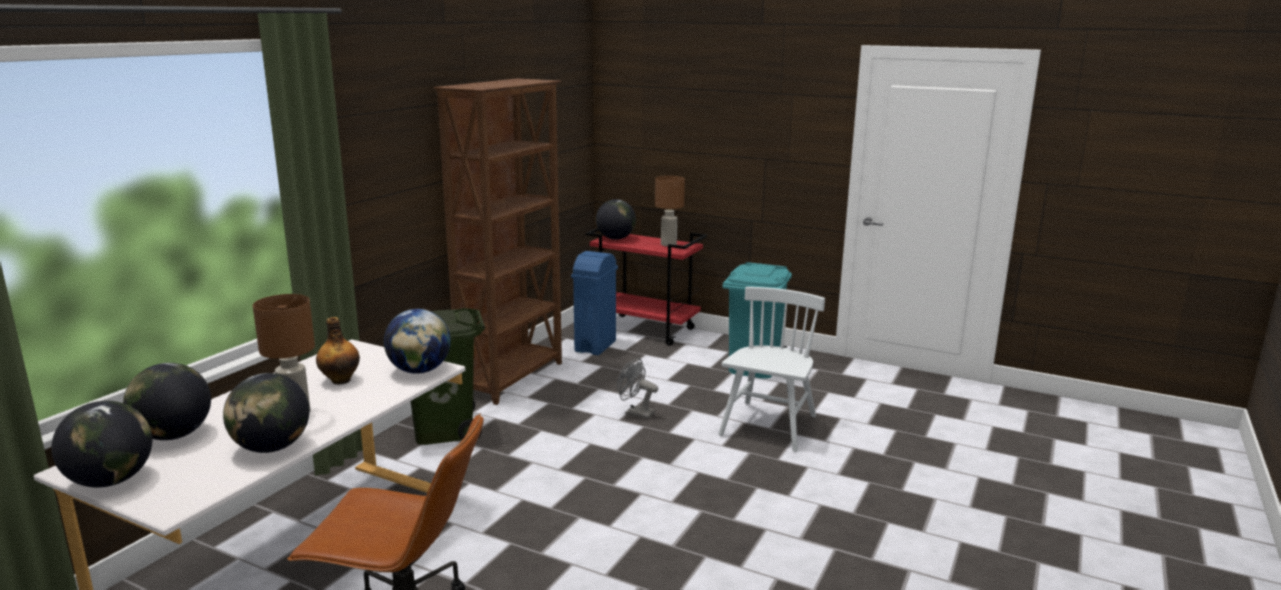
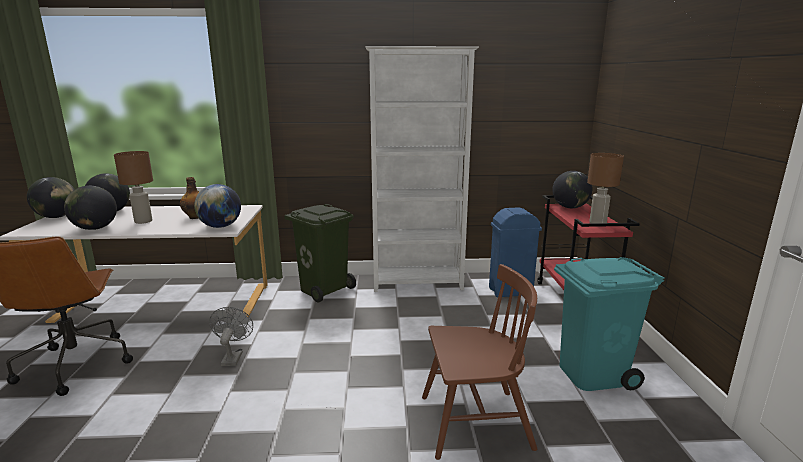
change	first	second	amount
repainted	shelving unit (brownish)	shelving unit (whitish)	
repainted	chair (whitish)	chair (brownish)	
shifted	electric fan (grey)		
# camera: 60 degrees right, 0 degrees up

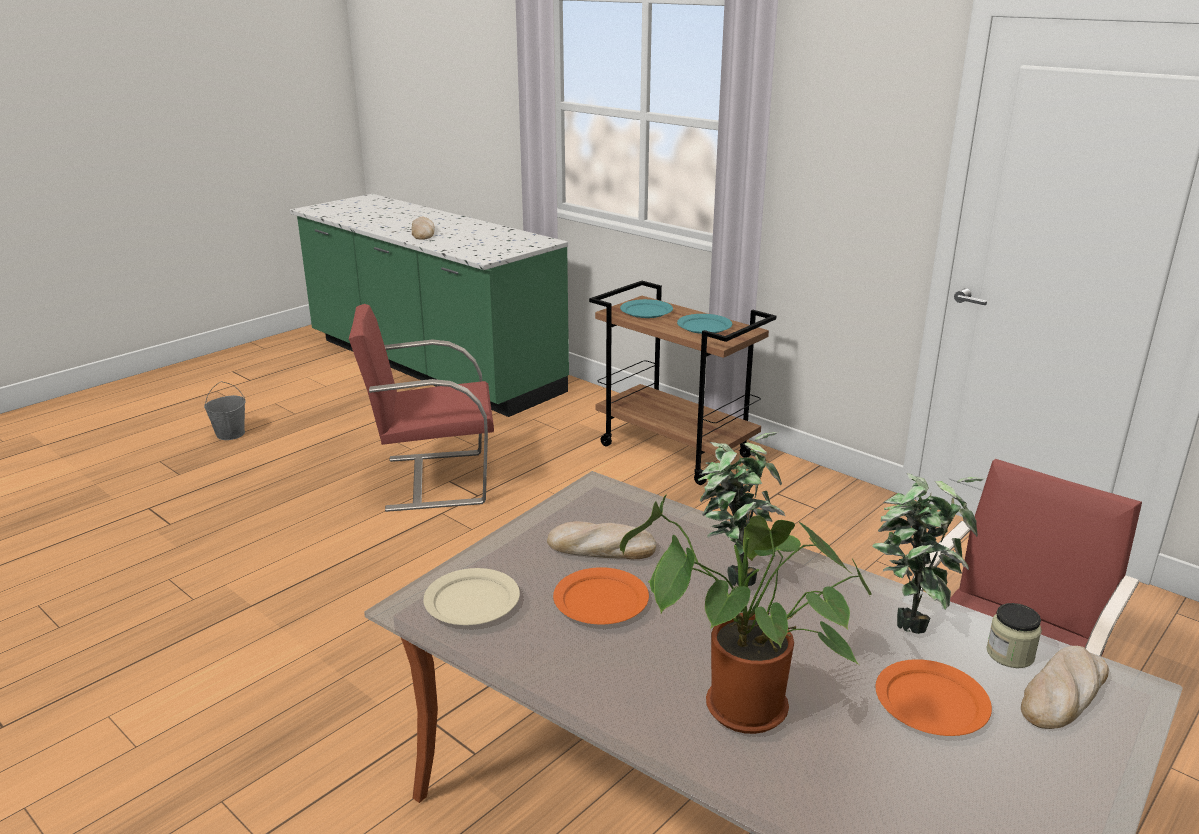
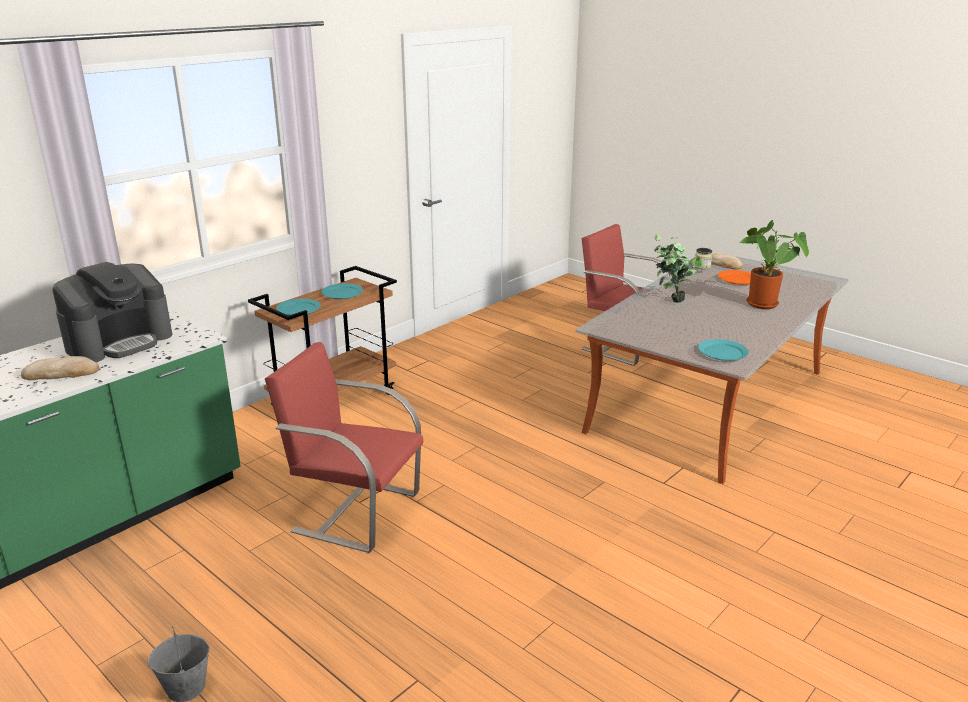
change	first	second	amount
rotated	chair (reddish) (no. 1 from left)		120 degrees clockwise
gone	plant in a pot (no. 3 from left)		
gone	bread (no. 2 from left)		
gone	flat dish (orange) (no. 1 from left)		
repainted	flat dish (sand-coloured)	flat dish (turquoise) (no. 3 from left)	
new		coffee machine	
# camera: 90 degrees left, 0 degrees up

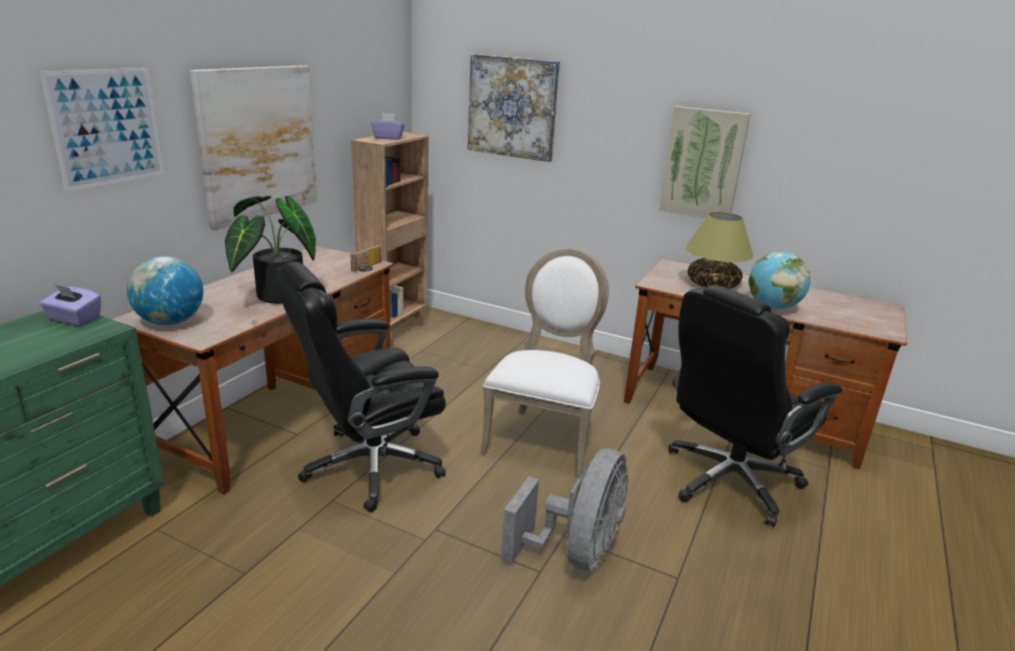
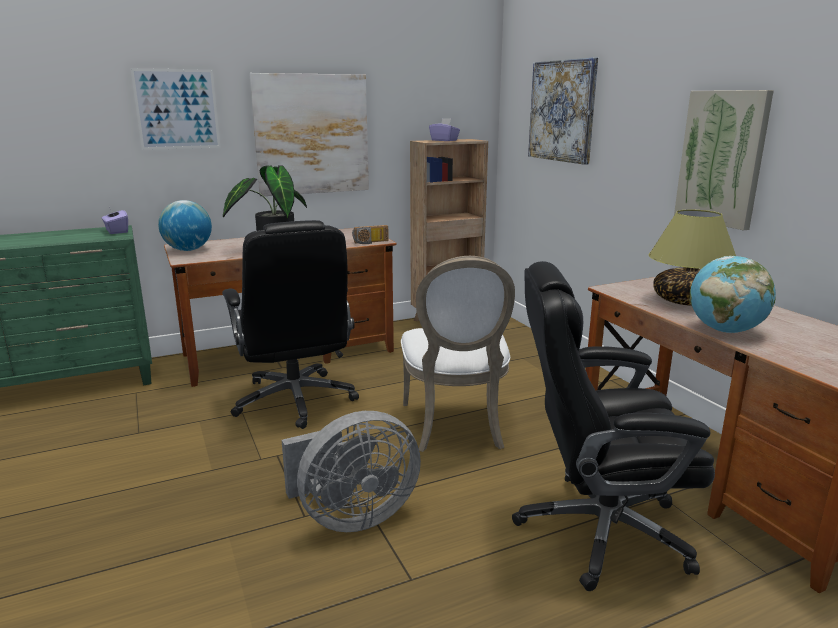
change	first	second	amount
rotated	chair (whitish)		120 degrees clockwise
rotated	computer chair (blackish) (no. 1 from left)		120 degrees counterclockwise
# camera: 40 degrees right, 5 degrees down

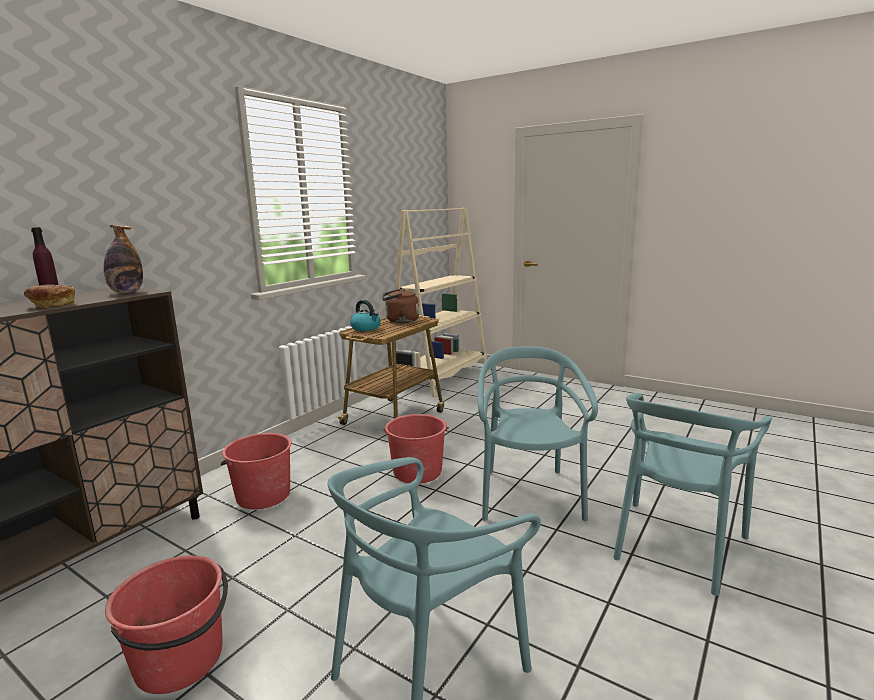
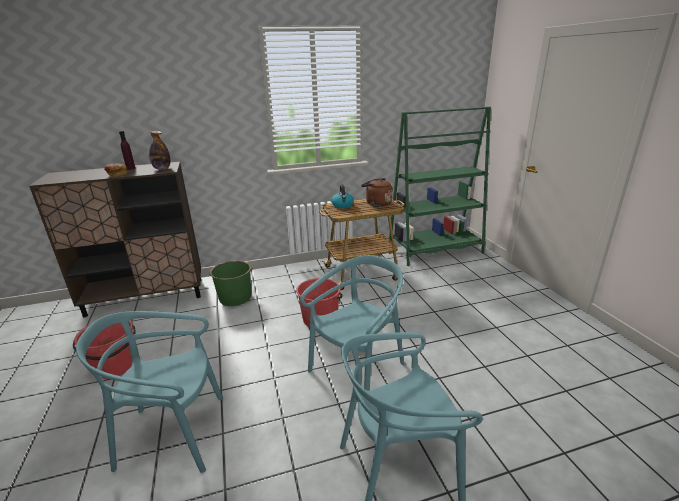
change	first	second	amount
repainted	shelving unit (sand-coloured)	shelving unit (green-coloured)	
repainted	bucket (reddish) (no. 2 from left)	bucket (green-coloured)	
# camera: 40 degrees right, 10 degrees up

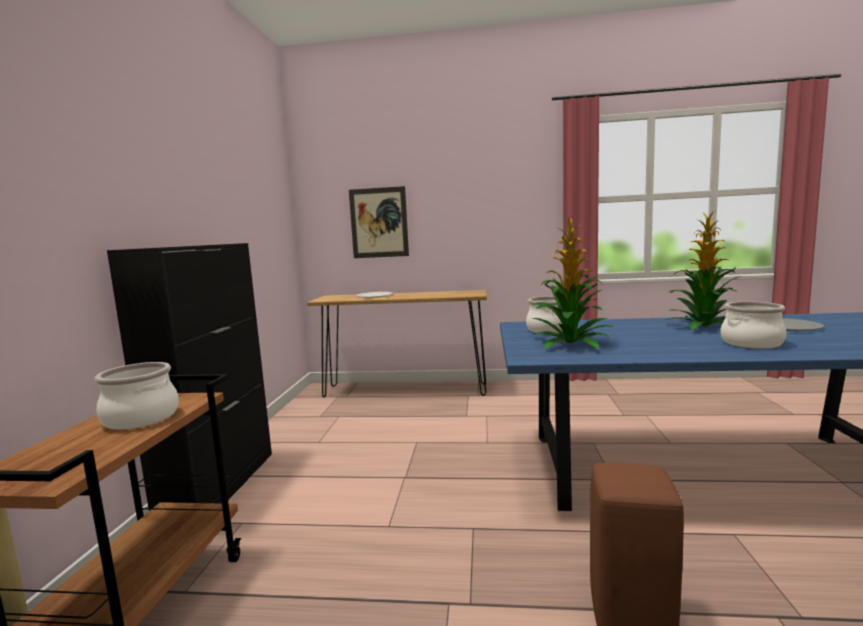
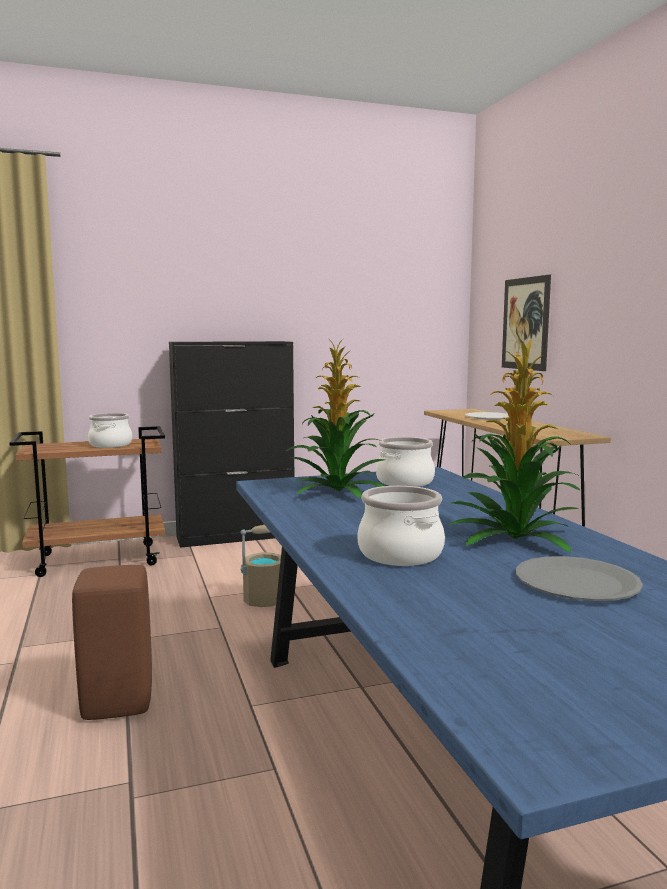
change	first	second	amount
new		bucket (sand-coloured)	
# camera: 65 degrees right, 0 degrees up

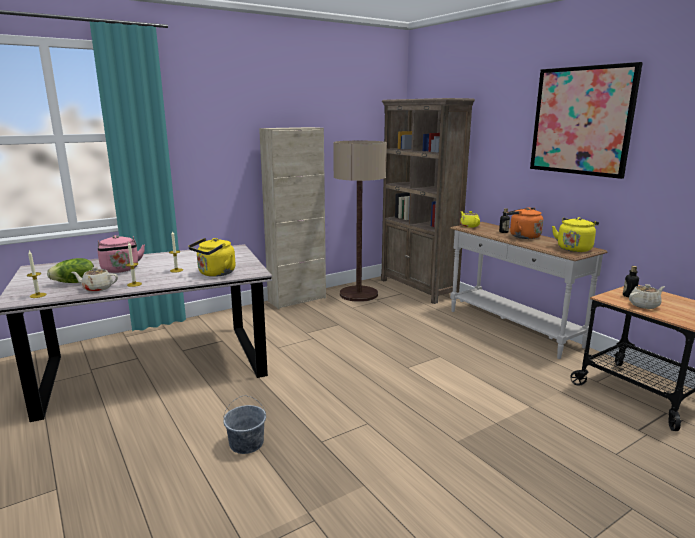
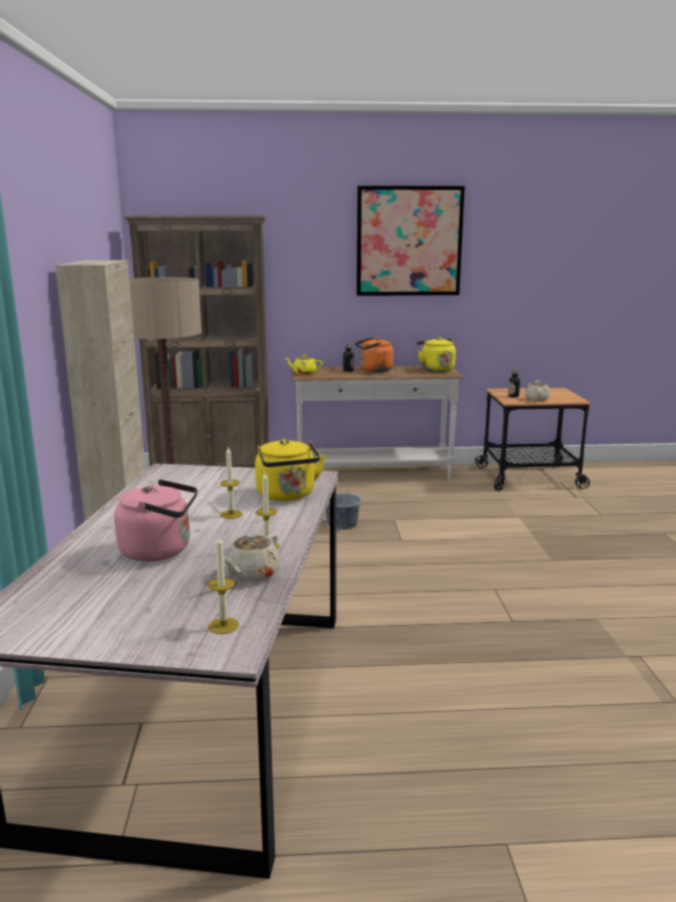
change	first	second	amount
gone	lettuce		
shifted	bucket (grey)		
# camera: 60 degrees left, 0 degrees up

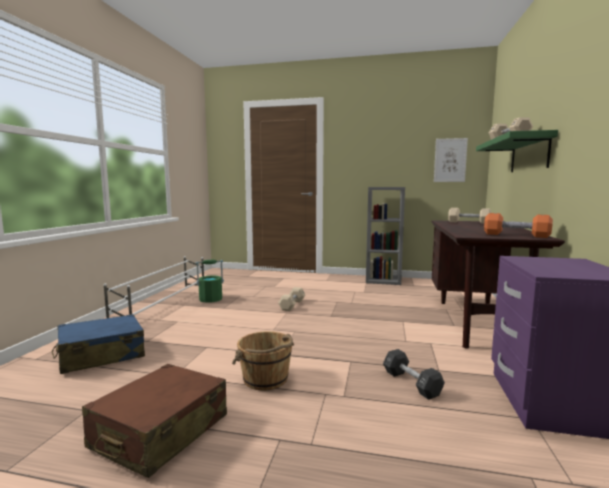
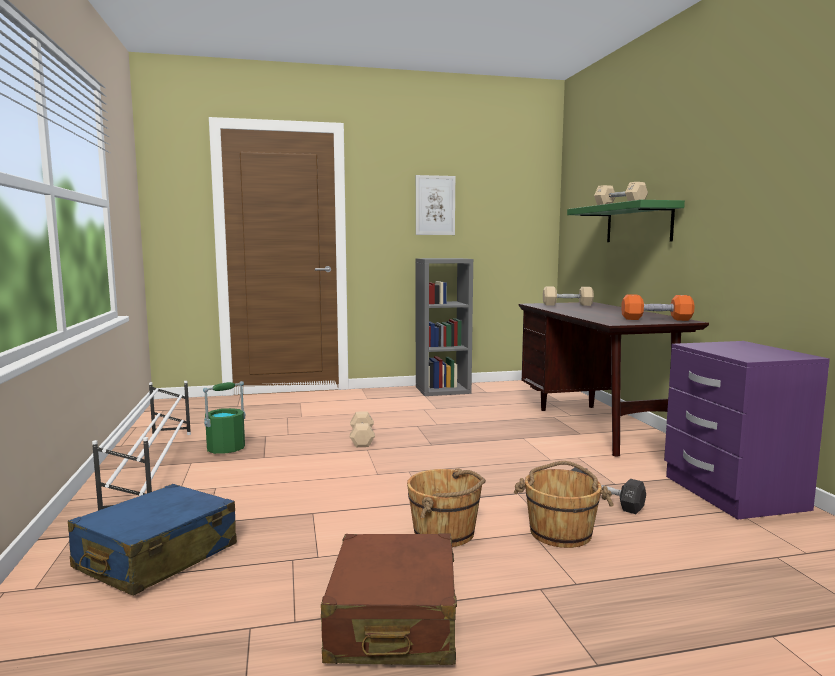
change	first	second	amount
shifted	wall picture		
new		bucket (brownish) (no. 2 from left)	
# camera: 25 degrees left, 0 degrees up

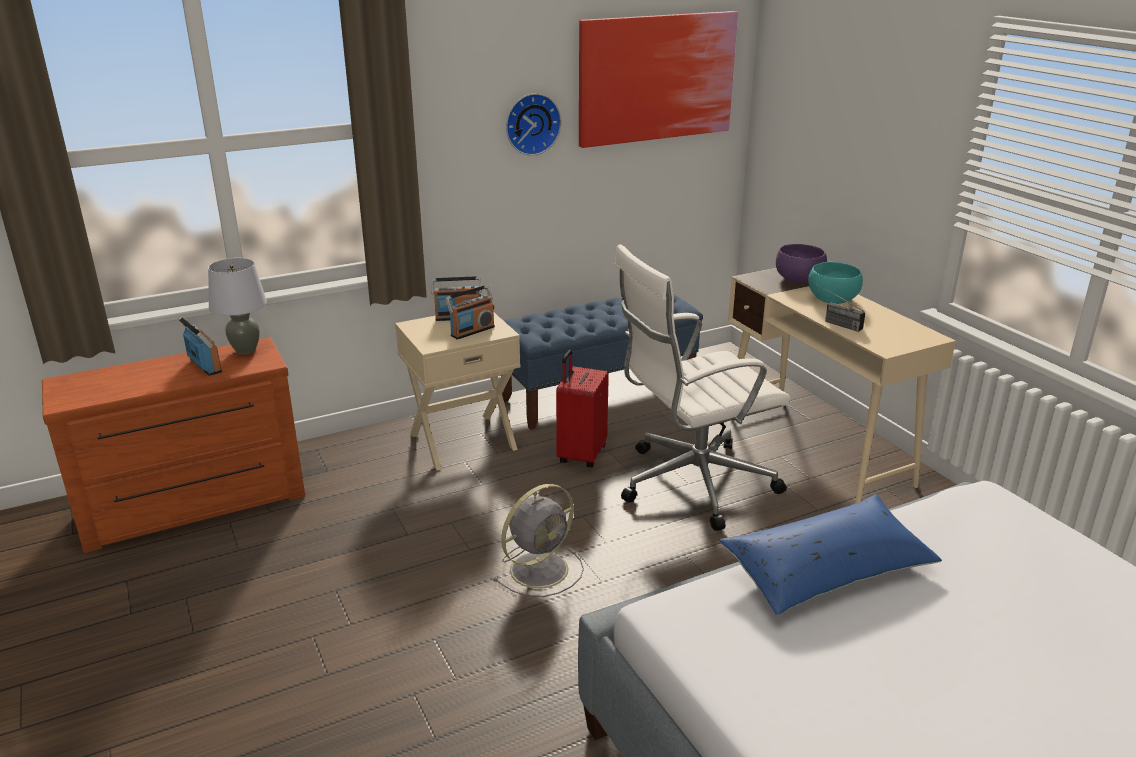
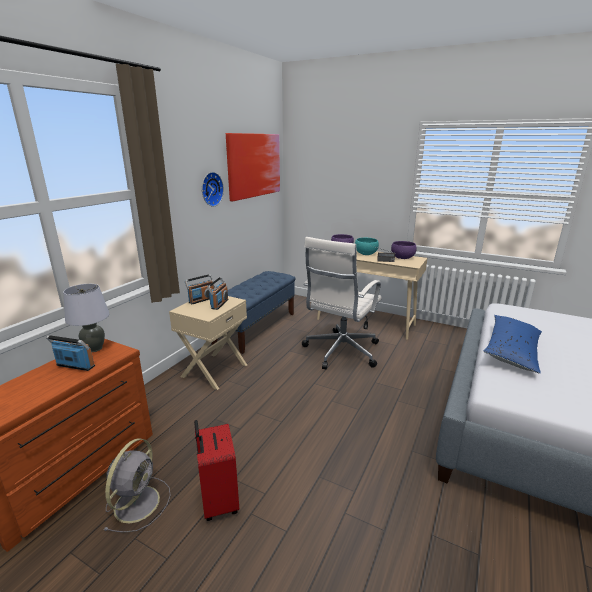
change	first	second	amount
shifted	suitcase (reddish)		
shifted	electric fan (grey)		
new		deep dish (purple) (no. 2 from left)	
# camera: 35 degrees left, 5 degrees down

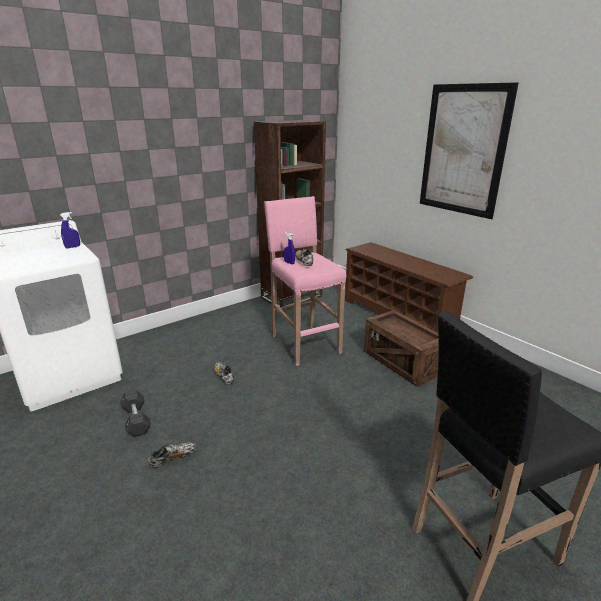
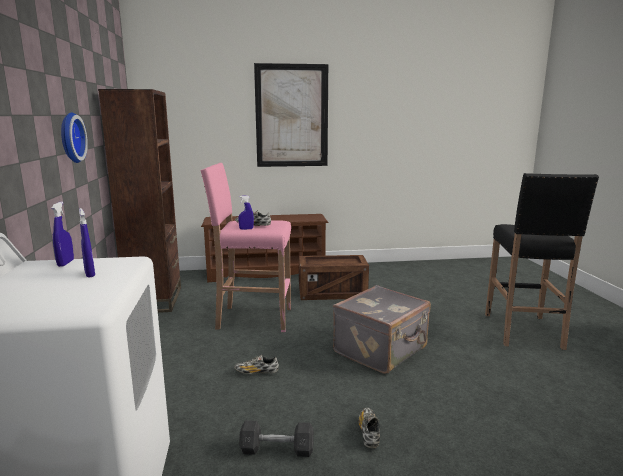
change	first	second	amount
new		wall clock	
new		spray bottle (blue) (no. 2 from left)	
new		suitcase (grey)	
# camera: 60 degrees left, 10 degrees down

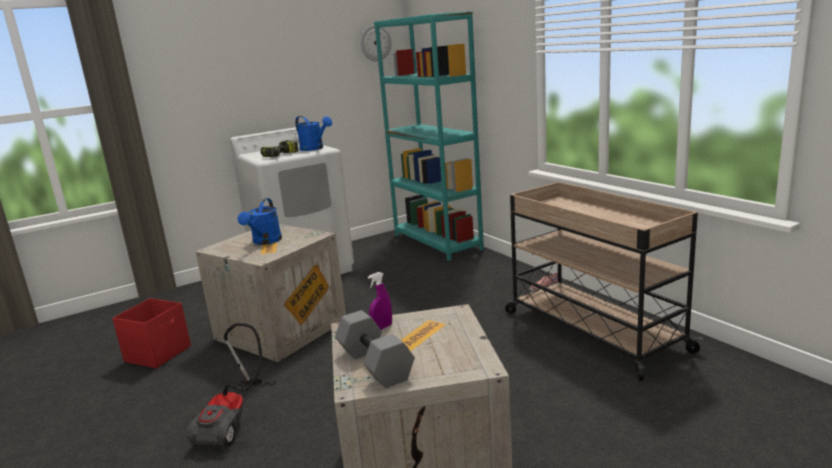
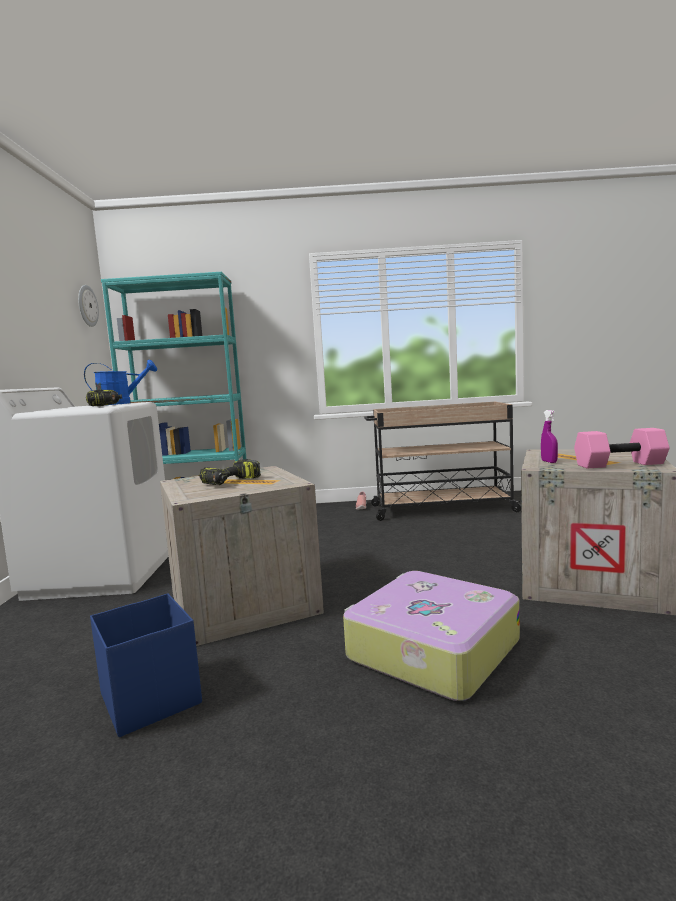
change	first	second	amount
swapped	watering can (blue) (no. 1 from left)	drill (no. 2 from left)	
repainted	storage container (reddish)	storage container (blue)	
repainted	hand weight (grey)	hand weight (pinkish)	
swapped	hoover	suitcase	
# camera: 60 degrees left, 10 degrees down

